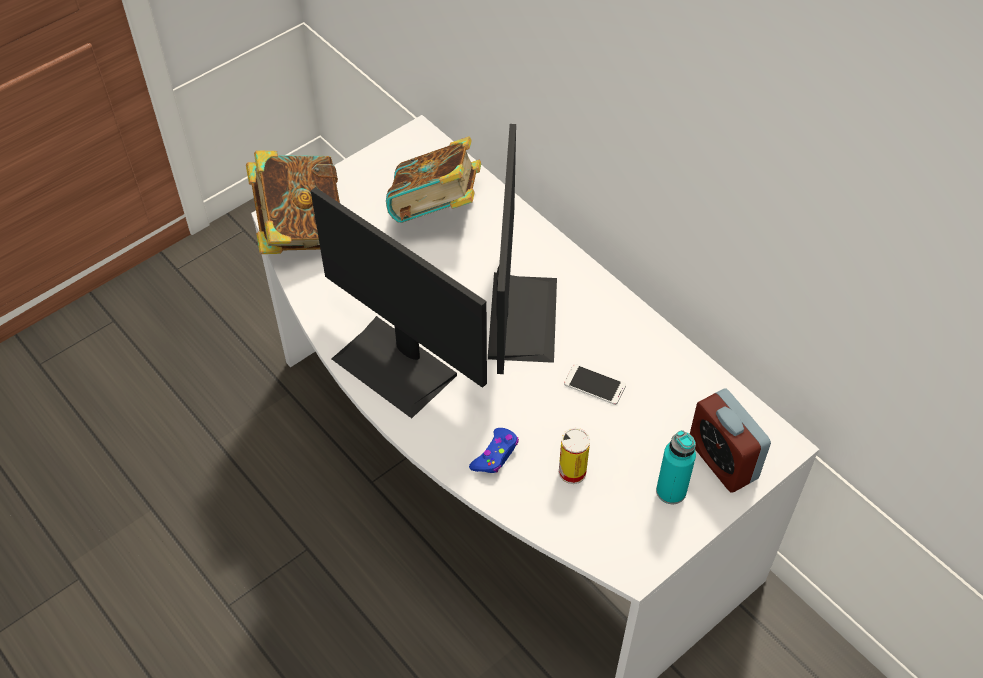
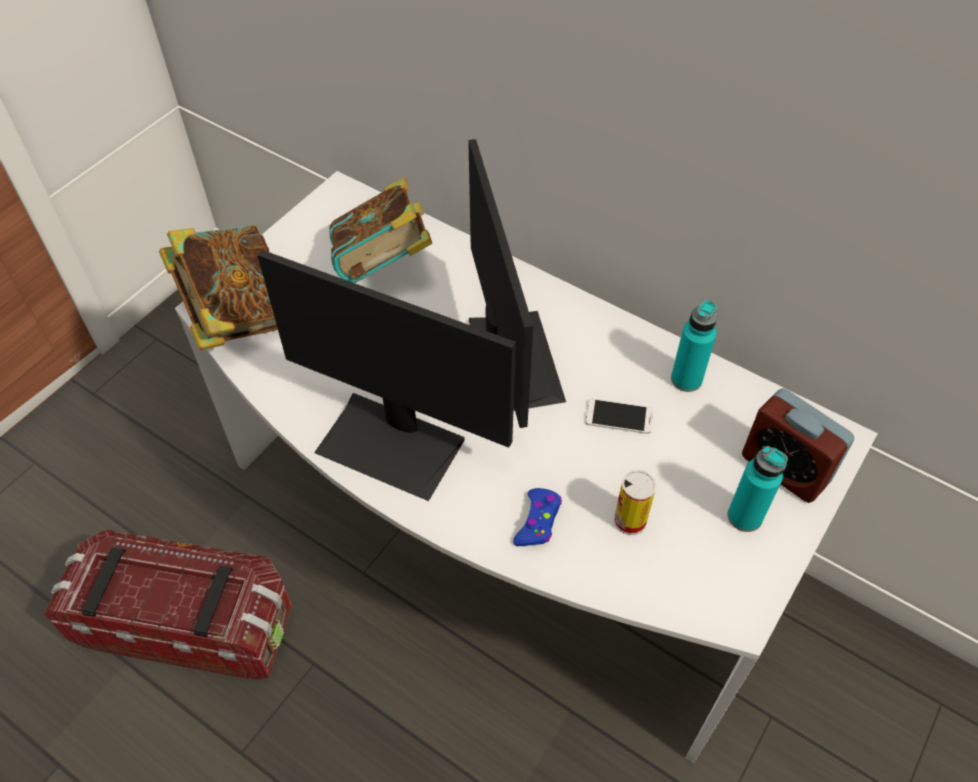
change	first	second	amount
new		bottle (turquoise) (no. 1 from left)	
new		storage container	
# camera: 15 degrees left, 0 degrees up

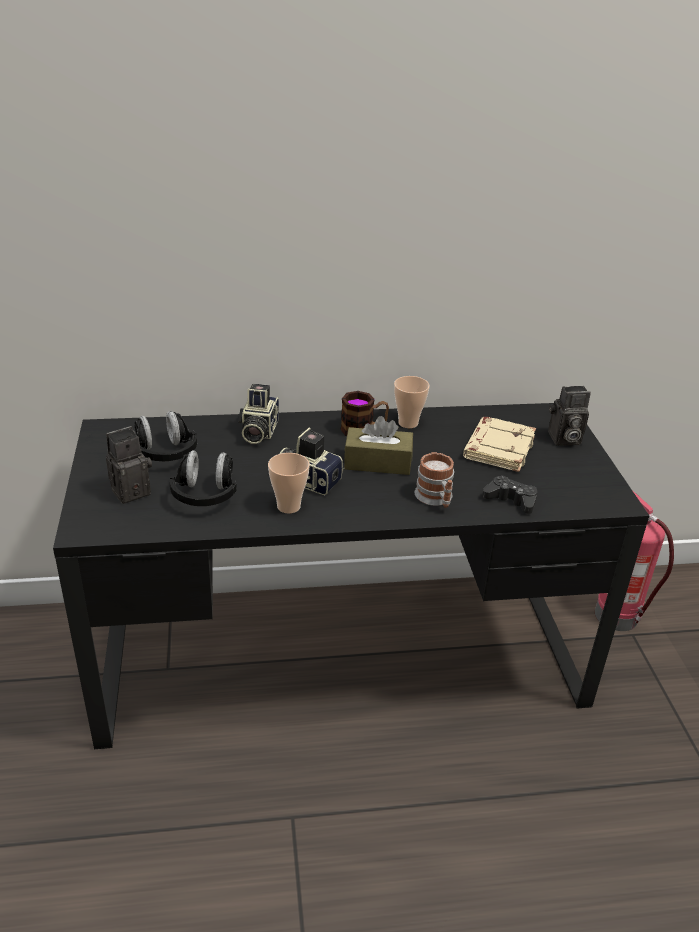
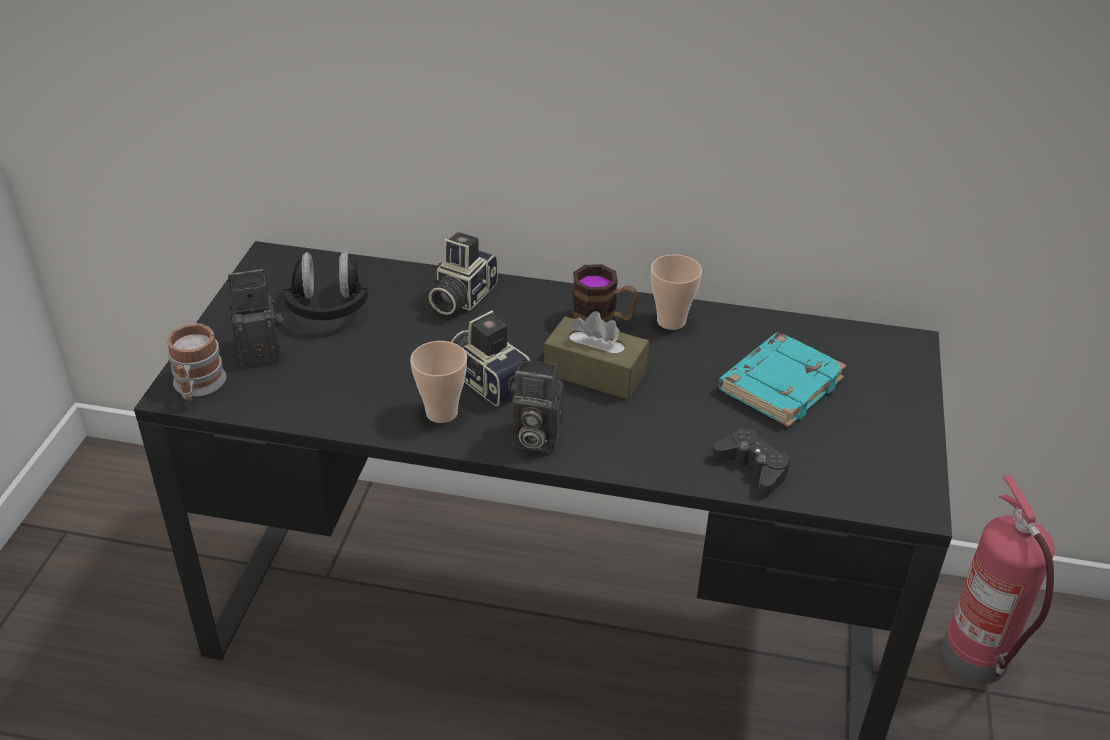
change	first	second	amount
shifted	still camera (no. 4 from left)		
repainted	volume (sand-coloured)	volume (turquoise)	
gone	pair of headphones (blackish) (no. 2 from left)		
shifted	tea mug (no. 2 from left in the first image)	tea mug (no. 1 from left)	
# camera: 20 degrees right, 5 degrees up

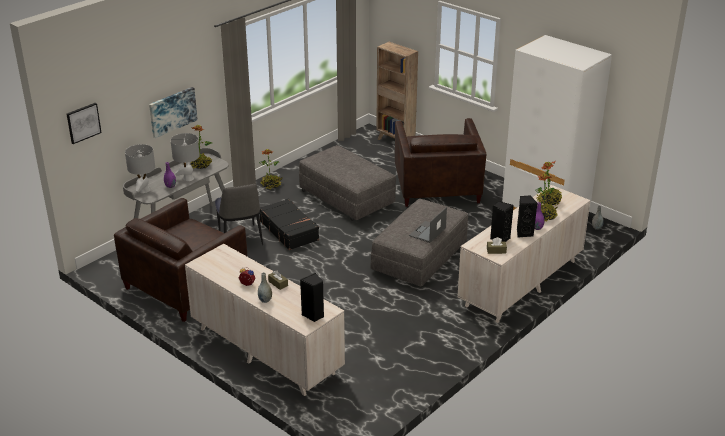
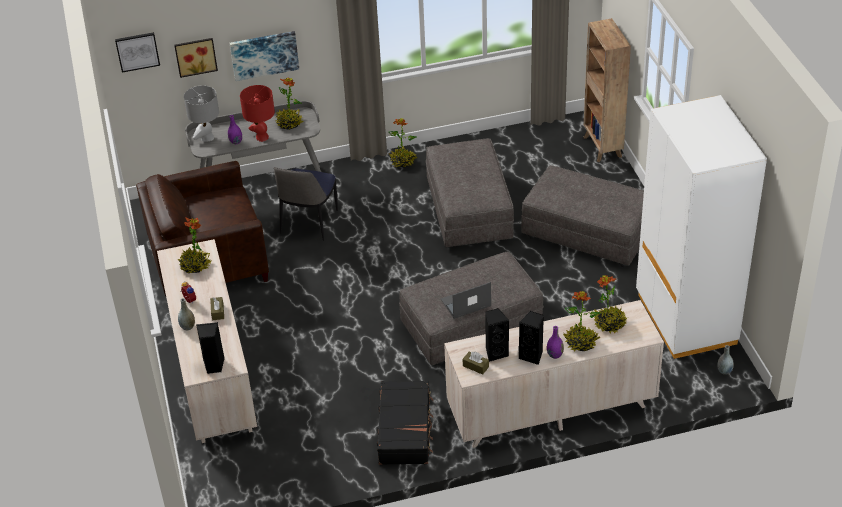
change	first	second	amount
swapped	easy chair (brownish) (no. 2 from left)	pouffe (grey) (no. 3 from left)	
repainted	tabletop lamp (grey) (no. 2 from left)	tabletop lamp (reddish)	
shifted	suitcase (blackish)		
new		wall picture (no. 2 from left)	
new		plant in a pot (no. 1 from left)	
# camera: 35 degrees right, 10 degrees up

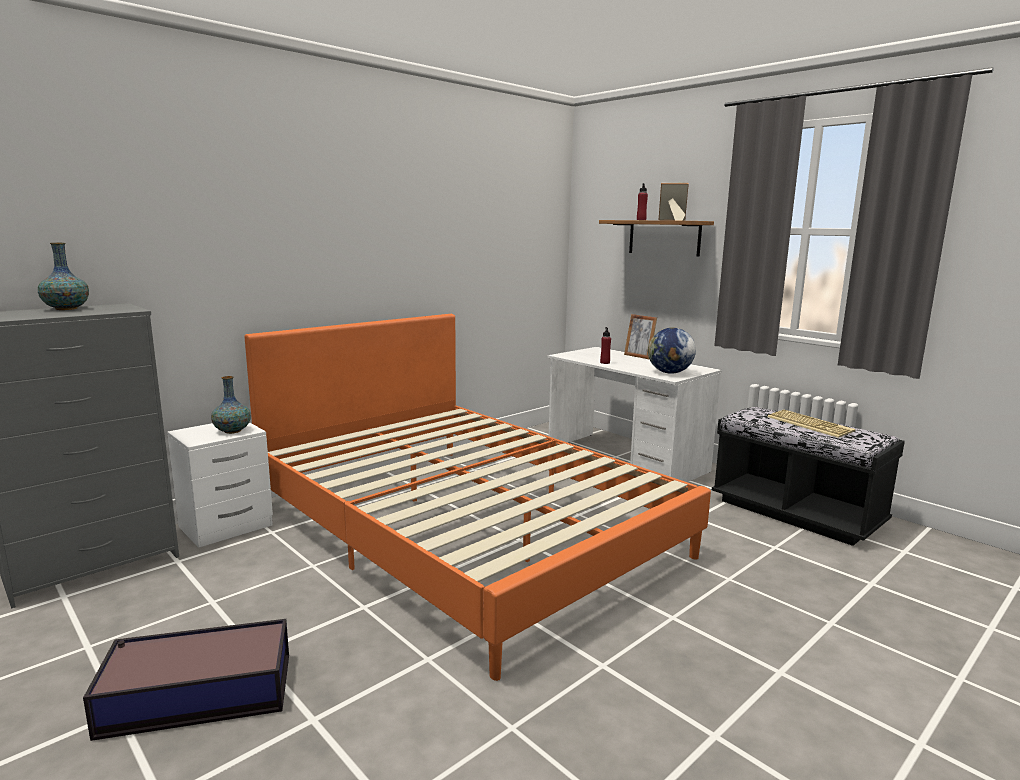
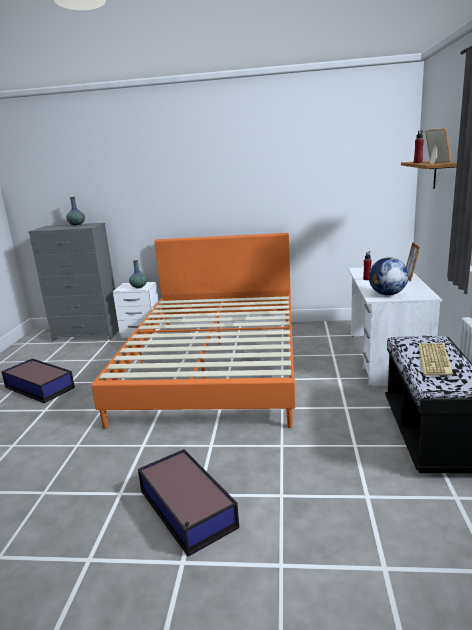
change	first	second	amount
new		storage container (no. 2 from left)	
# camera: 50 degrees right, 5 degrees up

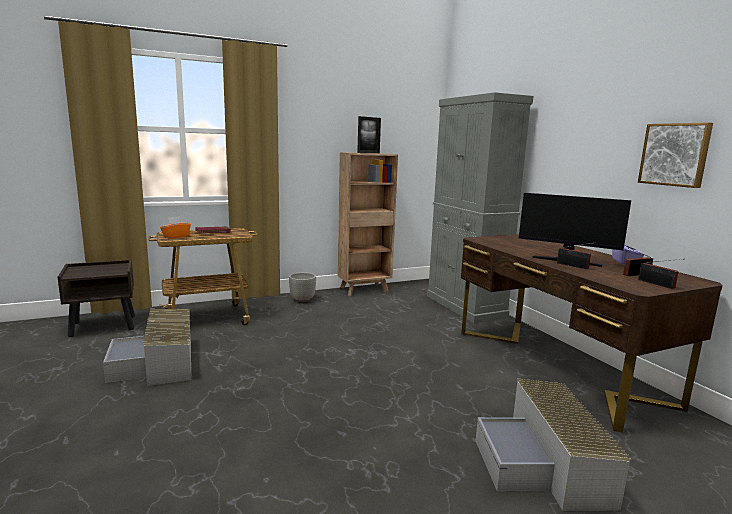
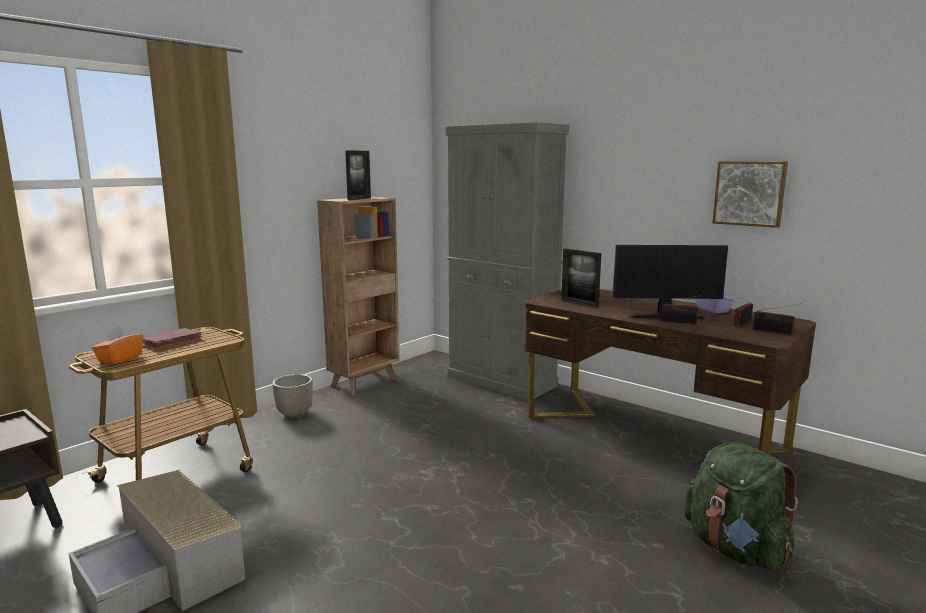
change	first	second	amount
swapped	storage container (grey) (no. 2 from left)	backpack (green-coloured)	
new		photo frame (no. 2 from left)	
# camera: 25 degrees left, 0 degrees up

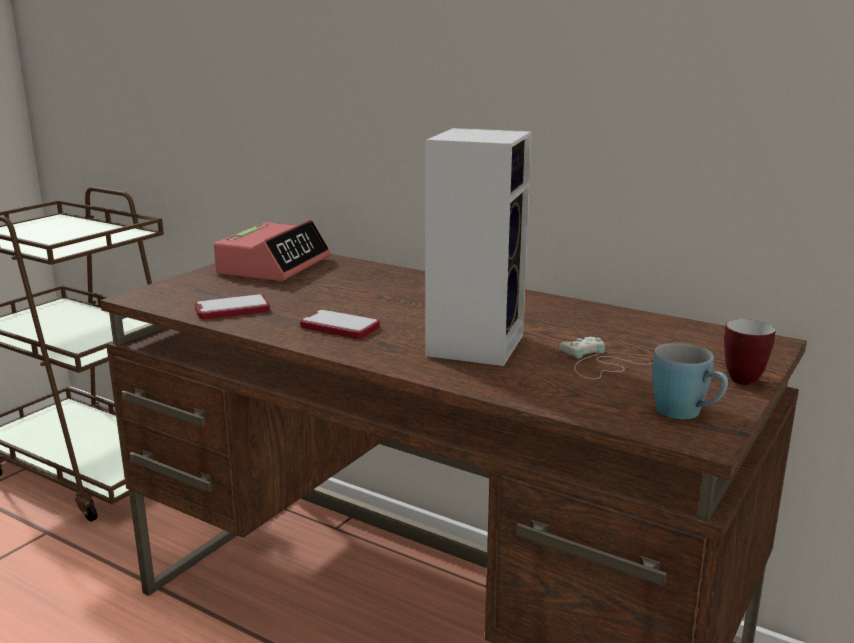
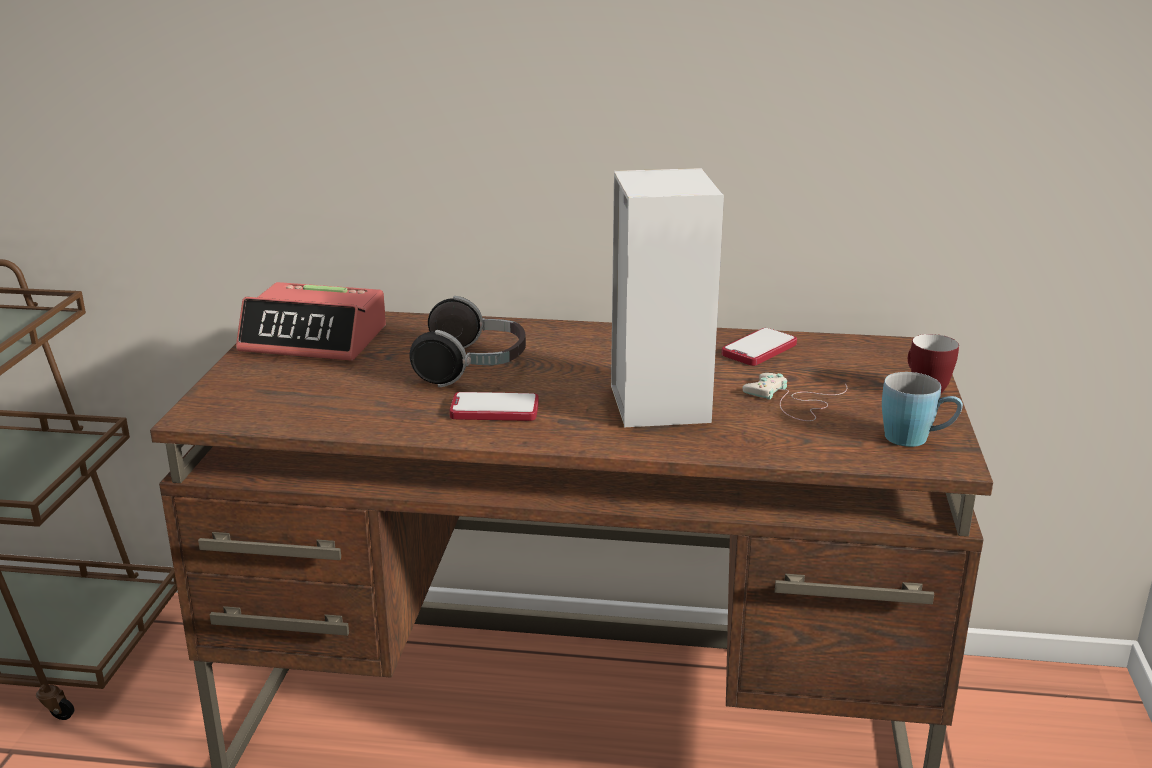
change	first	second	amount
rotated	table clock		105 degrees clockwise
shifted	phone (no. 1 from left in the first image)	phone (no. 2 from left)	
new		pair of headphones	
# camera: 25 degrees left, 5 degrees up

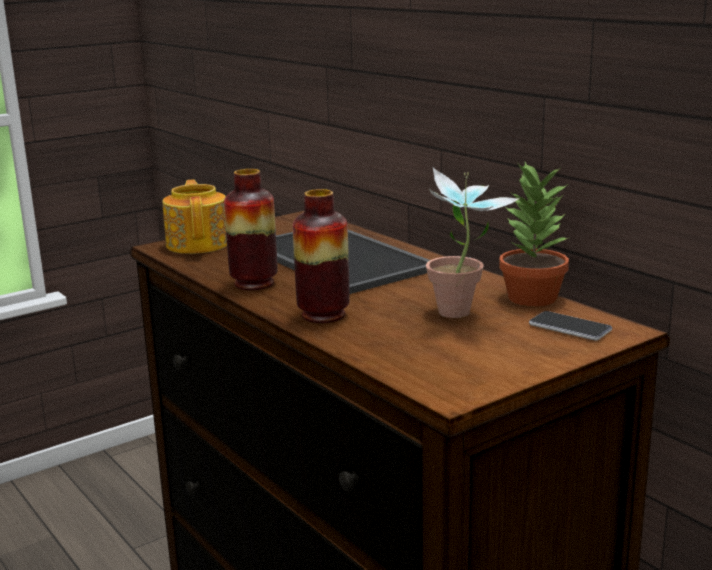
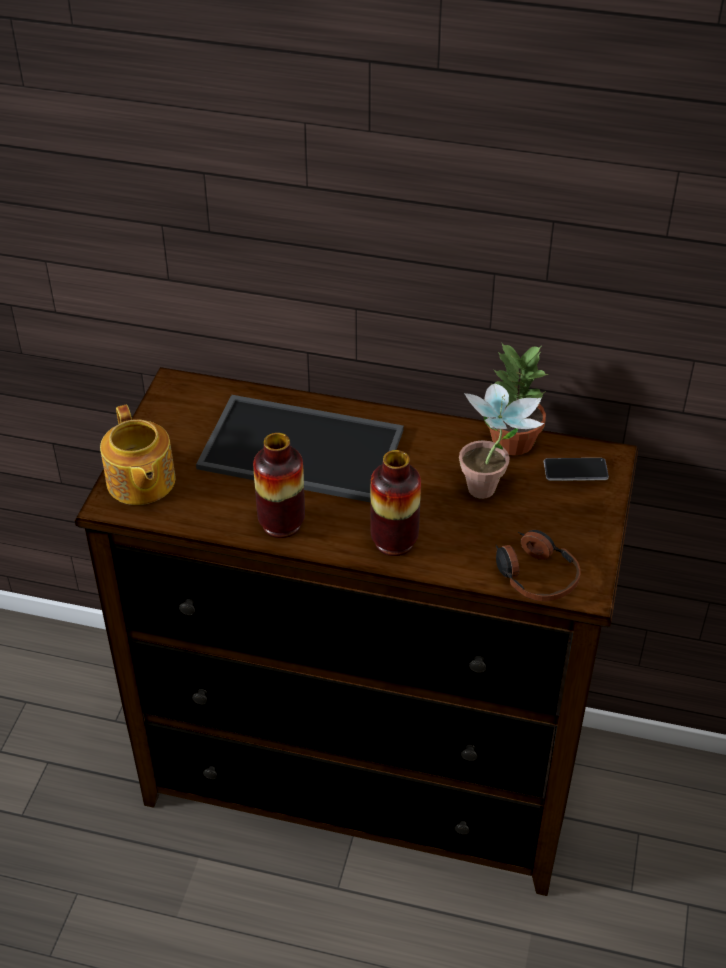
change	first	second	amount
rotated	tea pot		150 degrees counterclockwise
new		pair of headphones	
# camera: 40 degrees left, 25 degrees up

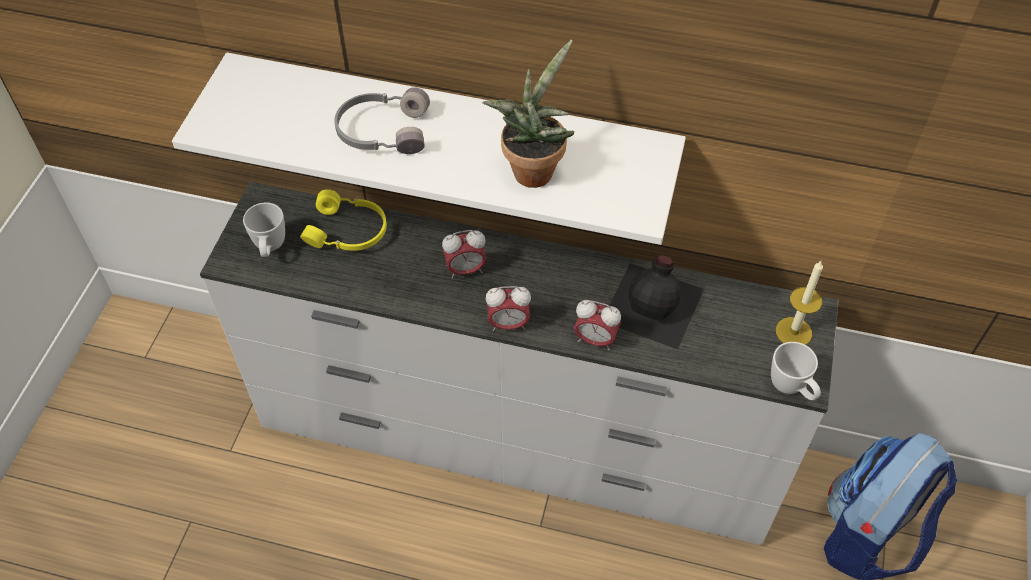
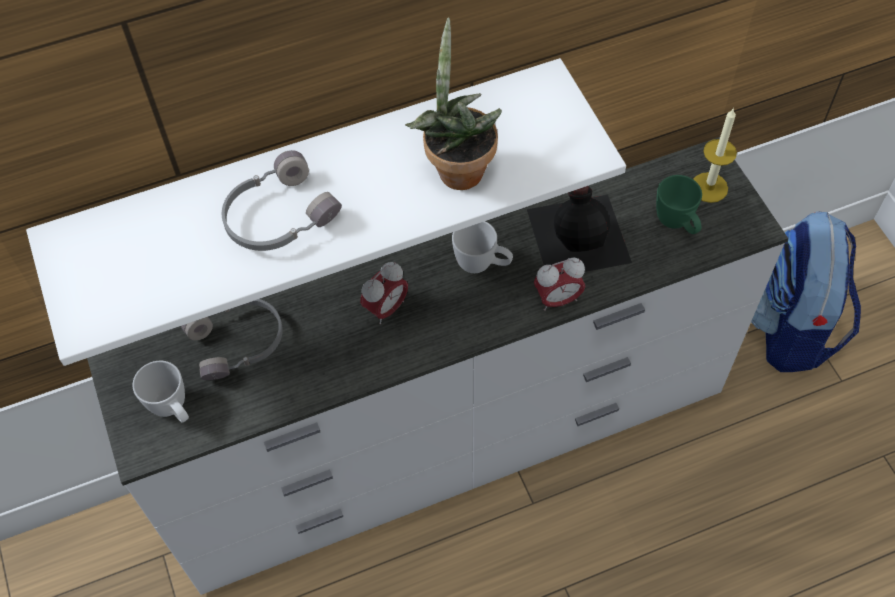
change	first	second	amount
repainted	pair of headphones (yellowish)	pair of headphones (grey) (no. 1 from left)	
gone	table clock (no. 2 from left)		
shifted	tea mug (whitish) (no. 2 from left)		
new		tea mug (green-coloured)	
# camera: 35 degrees left, 5 degrees up

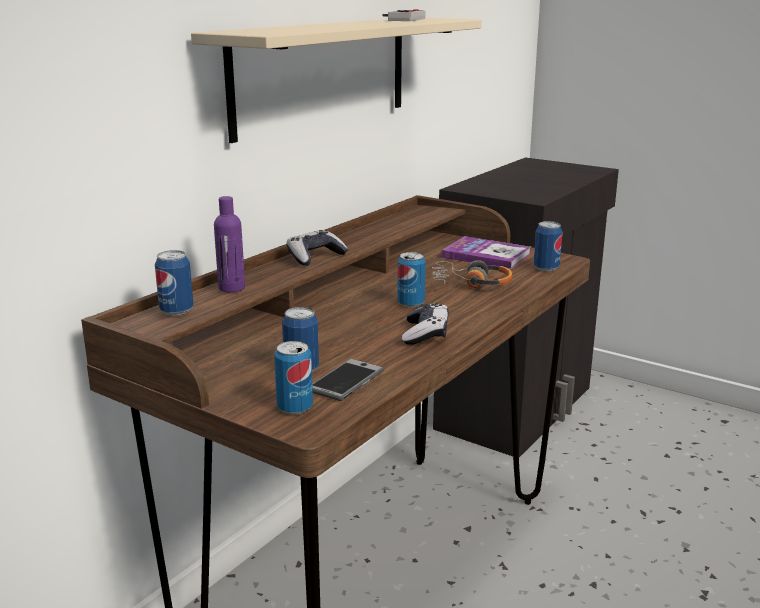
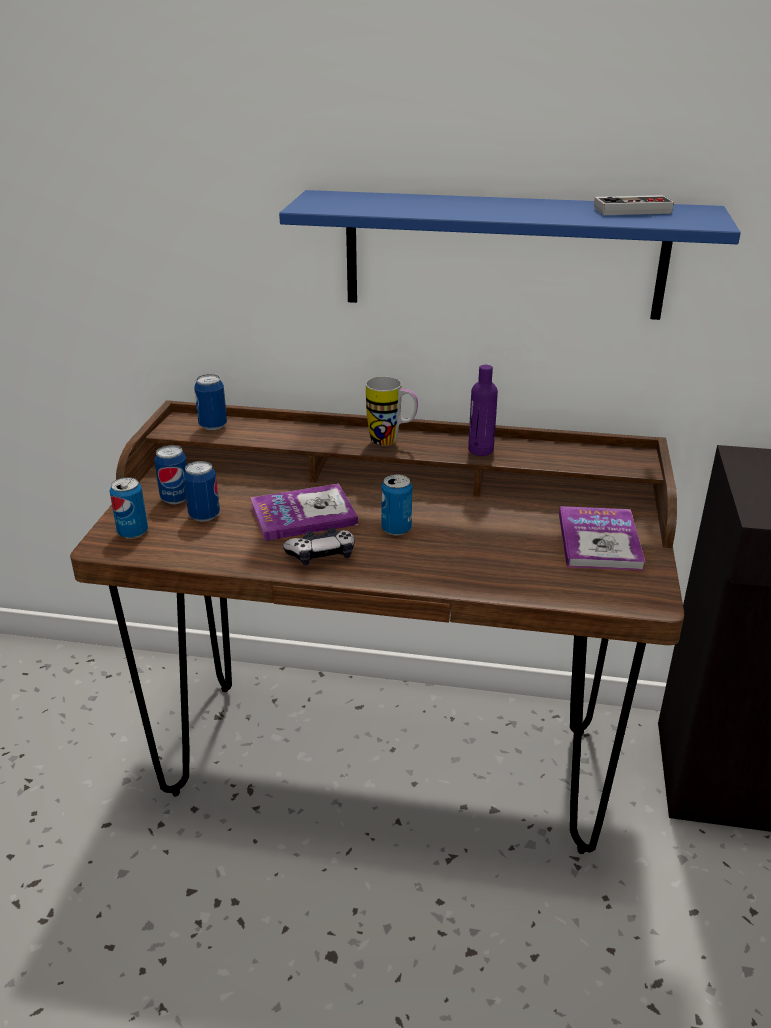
change	first	second	amount
repainted	wall shelf (sand-coloured)	wall shelf (blue)	
shifted	bottle (purple)		
shifted	sealed can (no. 5 from left in the first image)	sealed can (no. 2 from left)	
swapped	game controller (no. 1 from left)	tea mug	
gone	pair of headphones		
gone	phone		
new		volume (no. 1 from left)	
# camera: 65 degrees right, 10 degrees up

